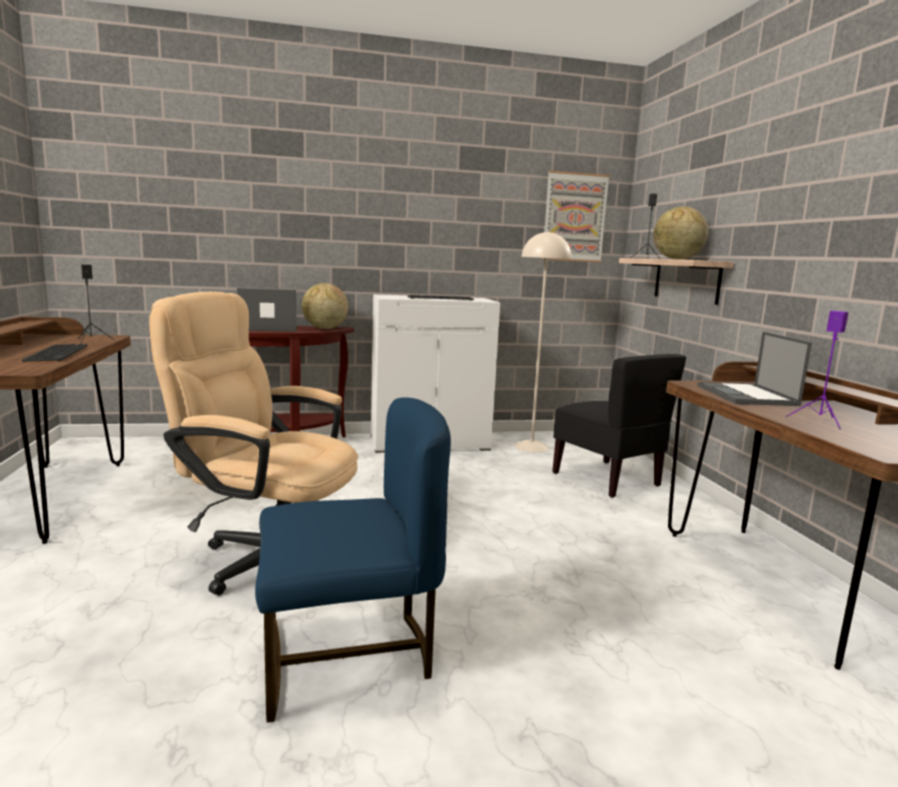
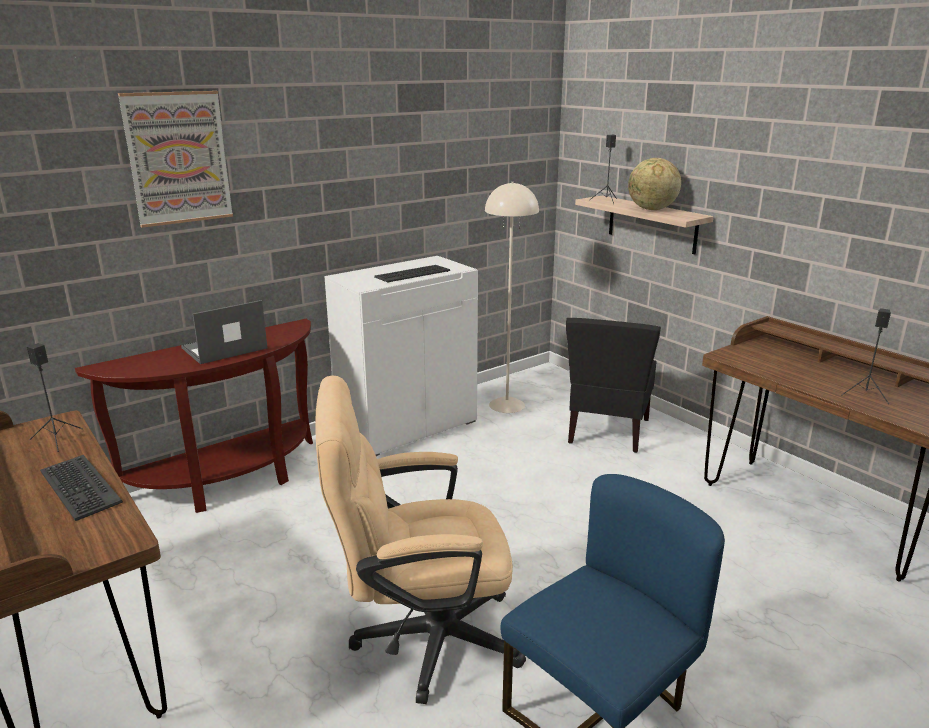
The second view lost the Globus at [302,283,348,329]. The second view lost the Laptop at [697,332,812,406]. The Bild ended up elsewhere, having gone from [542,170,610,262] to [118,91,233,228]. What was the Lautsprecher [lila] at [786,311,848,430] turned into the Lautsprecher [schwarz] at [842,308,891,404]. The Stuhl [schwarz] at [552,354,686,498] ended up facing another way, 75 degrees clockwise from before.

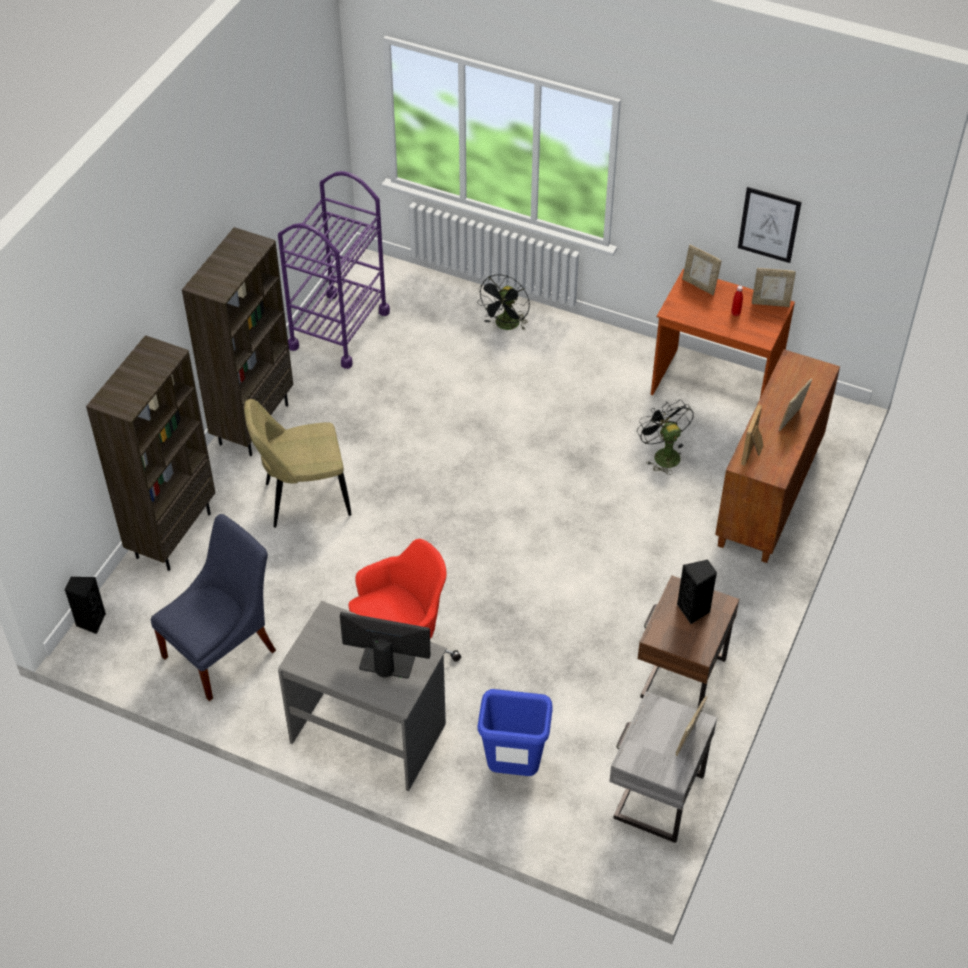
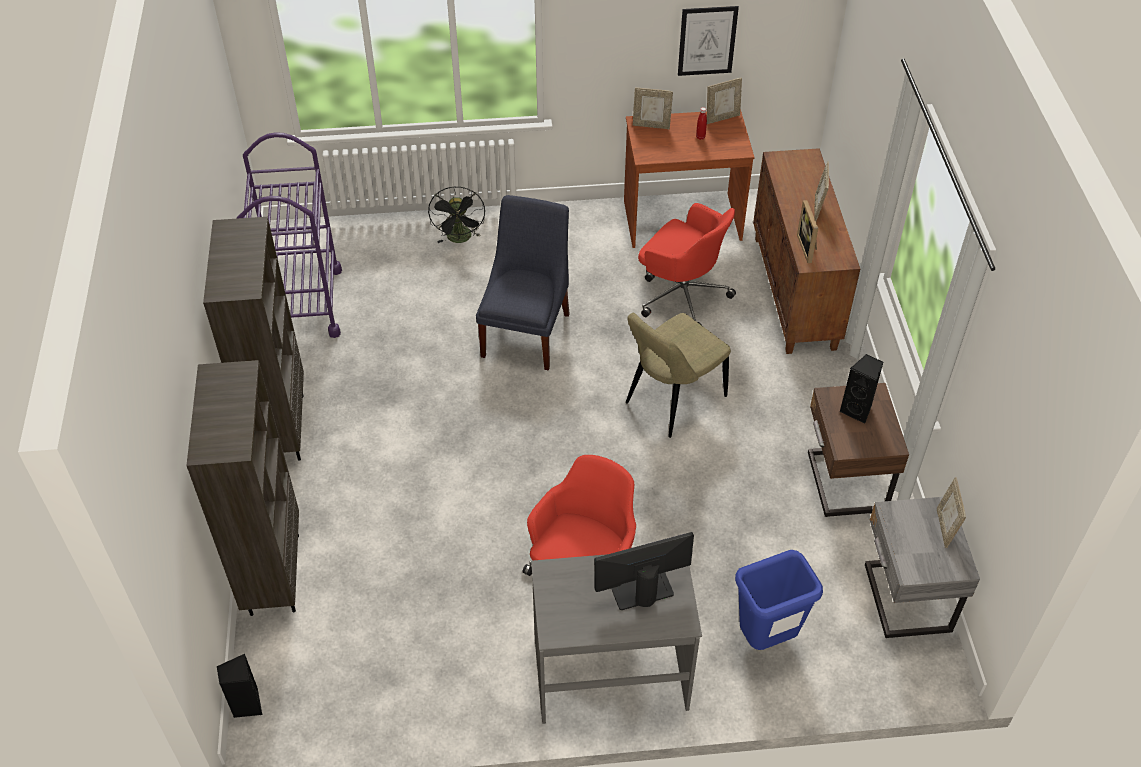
The Stuhl [blau] ended up elsewhere, having gone from [151,514,276,701] to [476,195,570,370]. The Stuhl [beige] ended up elsewhere, having gone from [244,399,352,528] to [626,313,731,438]. Where the Ventilator [schwarz] stood at [637,399,694,475], the Bürostuhl [rot] came to stand at [638,203,736,325].

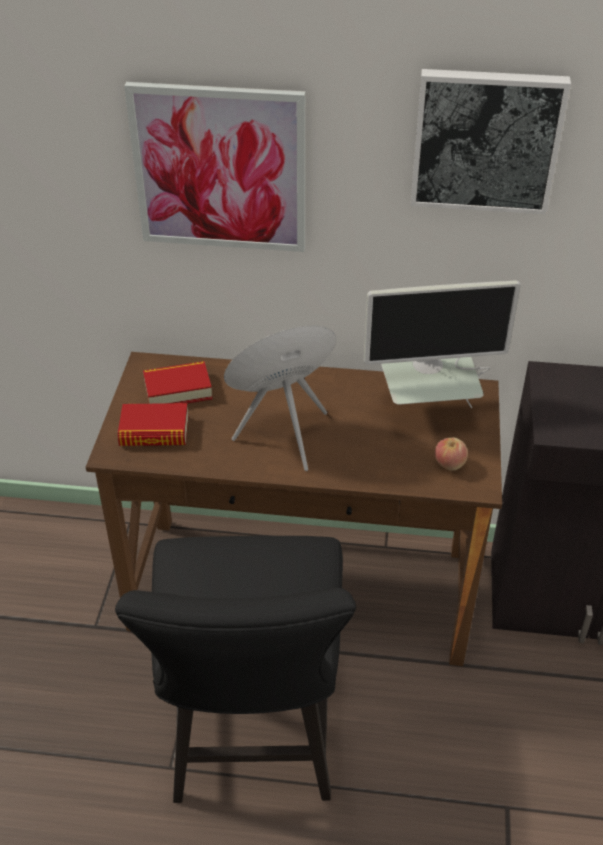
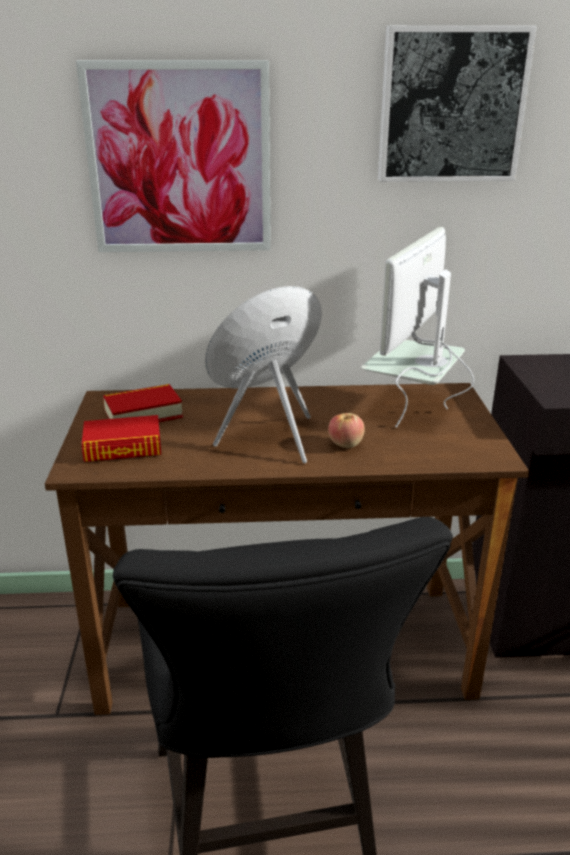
The Apfel ended up elsewhere, having gone from [435,437,468,471] to [328,413,365,448]. The Monitor at [364,280,521,408] ended up facing another way, 135 degrees clockwise from before.

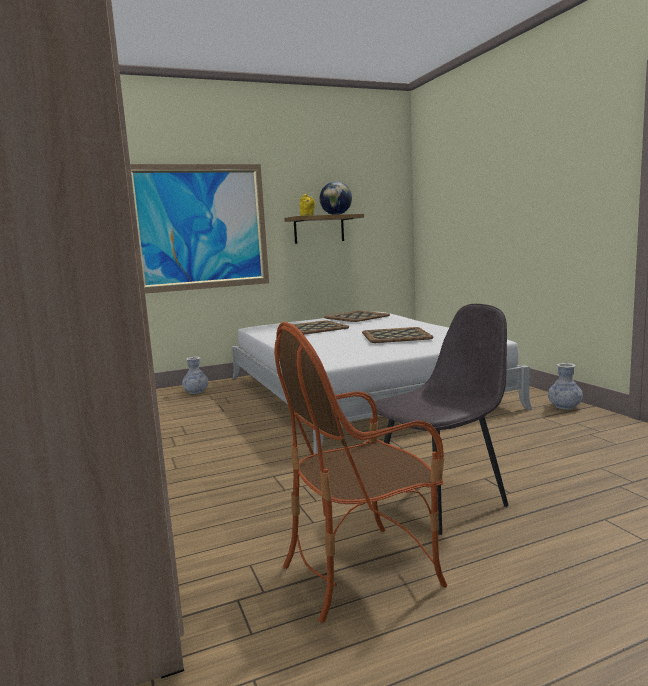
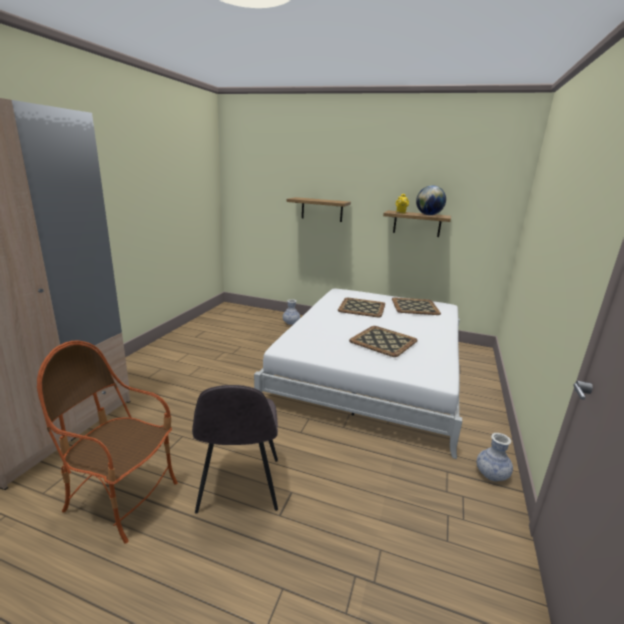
Where the Bild hung at [130,164,269,294], the Wandregal came to hang at [287,197,351,222]. The Stuhl [grau] at [375,304,508,535] ended up facing another way, 75 degrees clockwise from before.

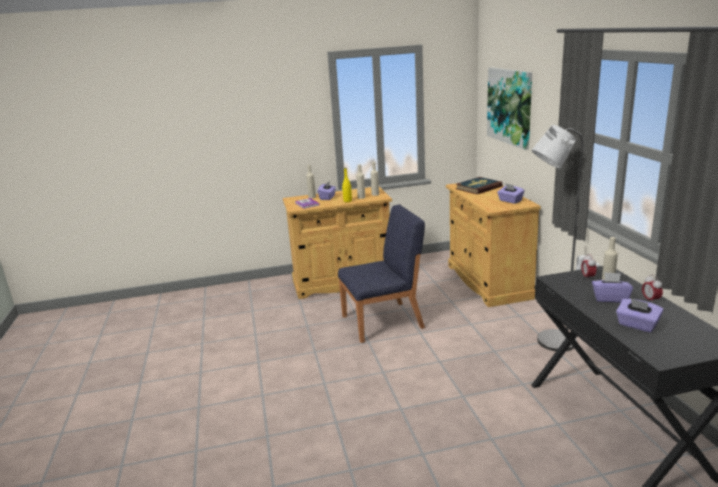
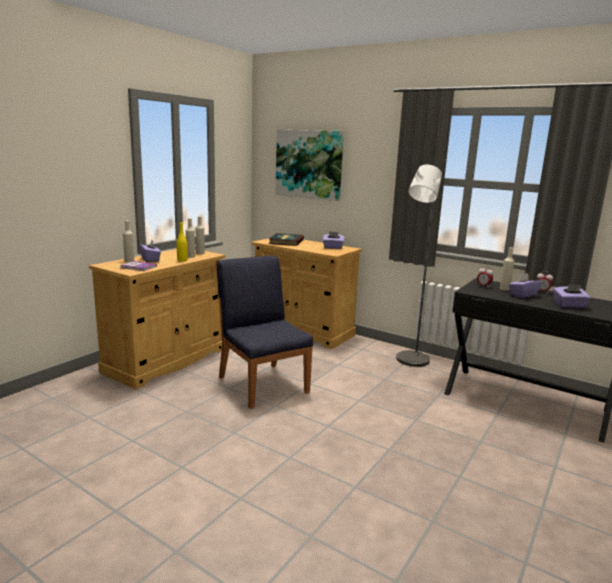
The Stuhl [blau] at [338,205,425,343] ended up facing another way, 60 degrees counterclockwise from before.

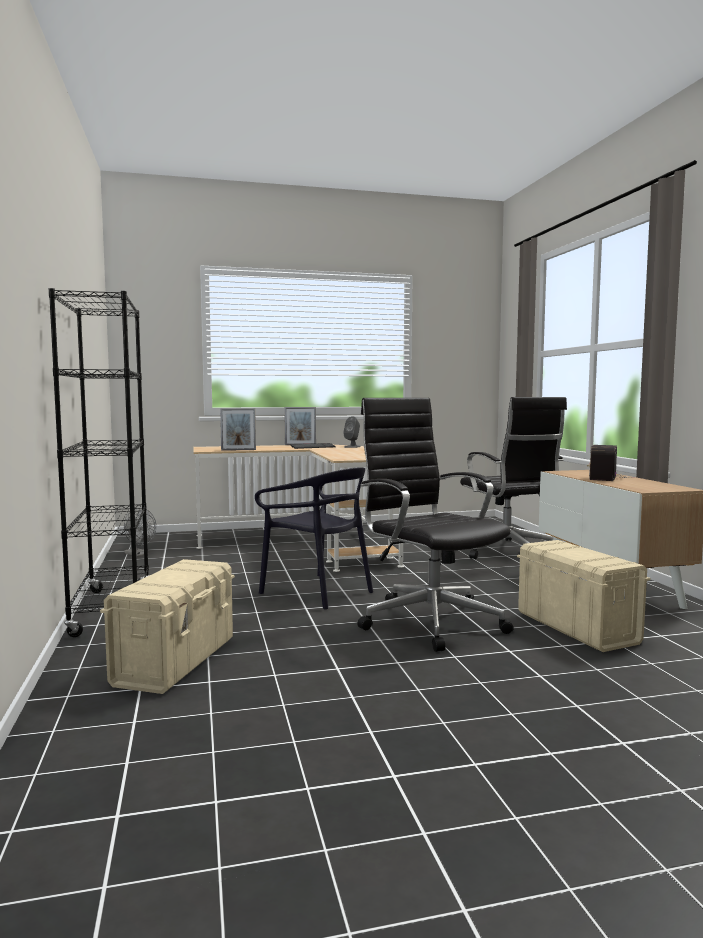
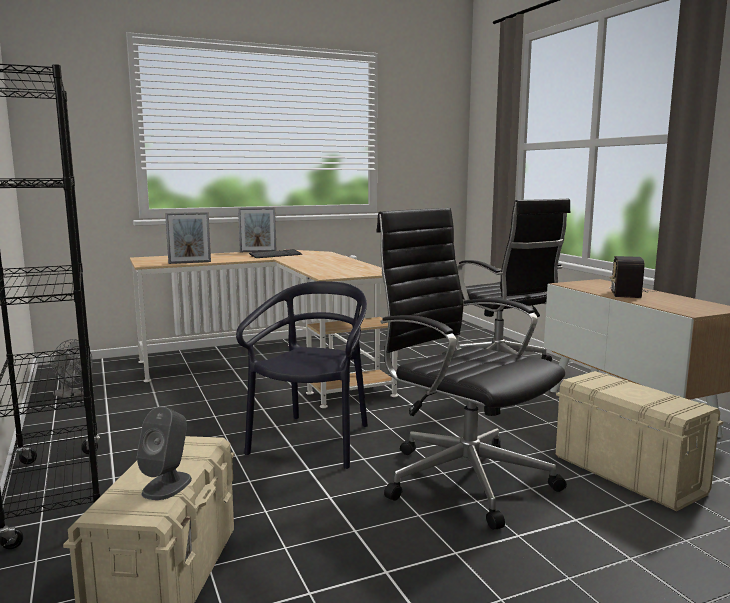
The Lautsprecher [grau] ended up elsewhere, having gone from [343,416,361,448] to [137,407,192,500]. The Stuhl [schwarz] at [255,467,373,610] ended up facing another way, 105 degrees counterclockwise from before.

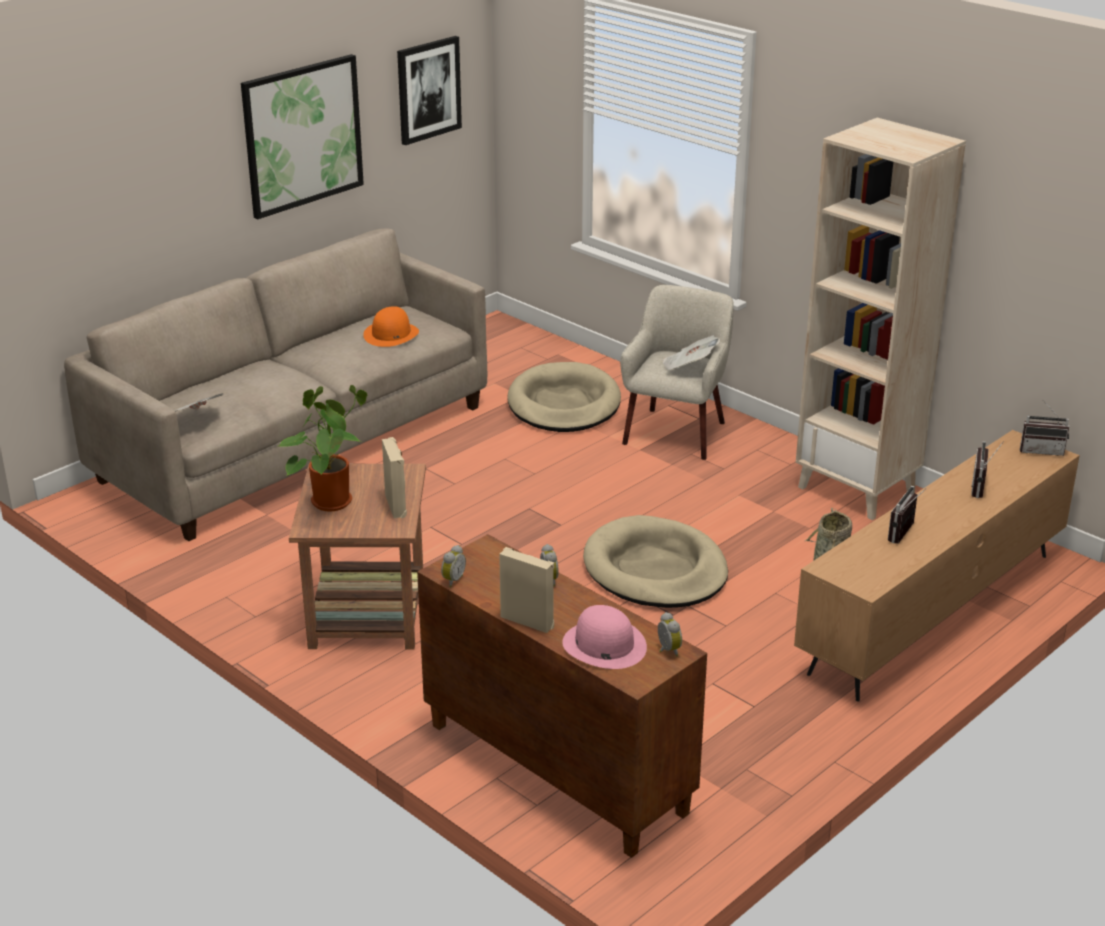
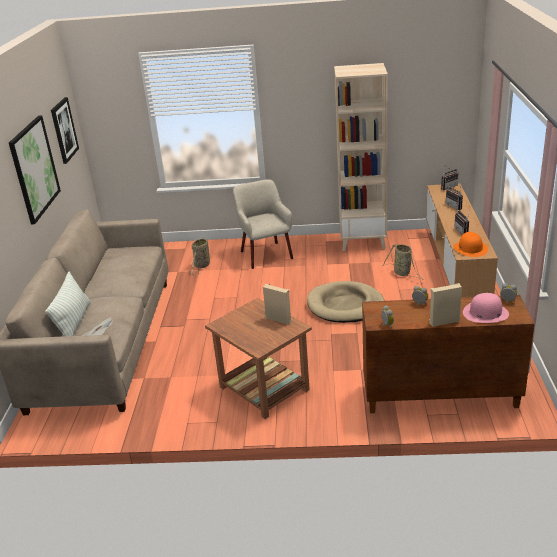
The second view lost the Topfpflanze at [278,385,368,512]. The second view lost the Zeitung at [662,335,720,371]. The second view gained the Kissen at [45,272,91,336]. The Hut [orange] ended up elsewhere, having gone from [363,306,419,347] to [453,232,488,257]. Where the Hundebett [beige] stood at [507,362,621,432], the Korb came to stand at [191,237,211,276].

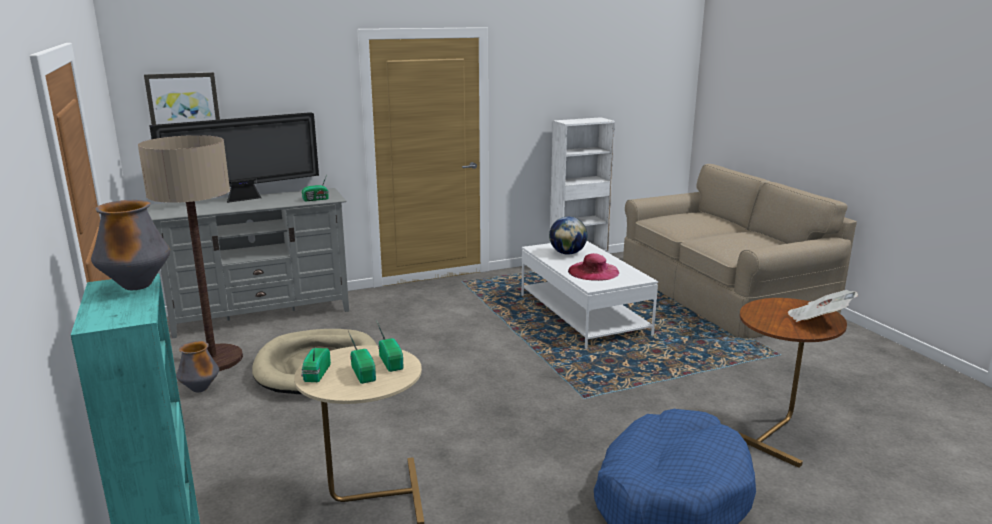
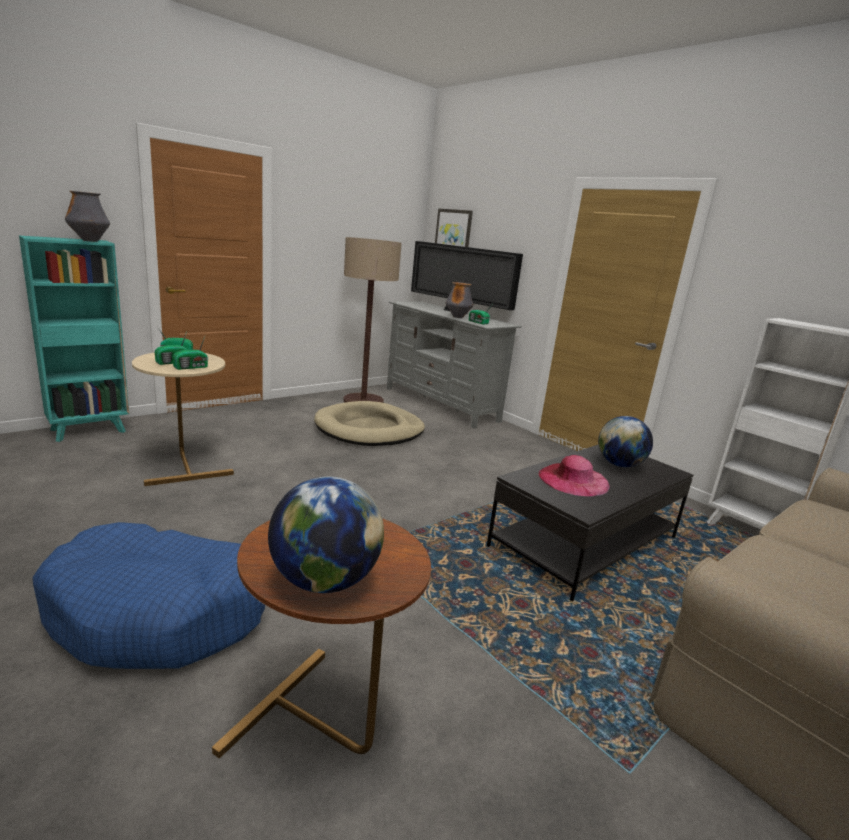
The Vase ended up elsewhere, having gone from [176,341,219,393] to [446,282,474,318]. Where the Zeitung stood at [788,290,858,322], the Globus came to stand at [268,476,384,593]. What was the Couchtisch [weiß] at [522,241,658,349] turned into the Couchtisch [schwarz] at [487,445,693,601].

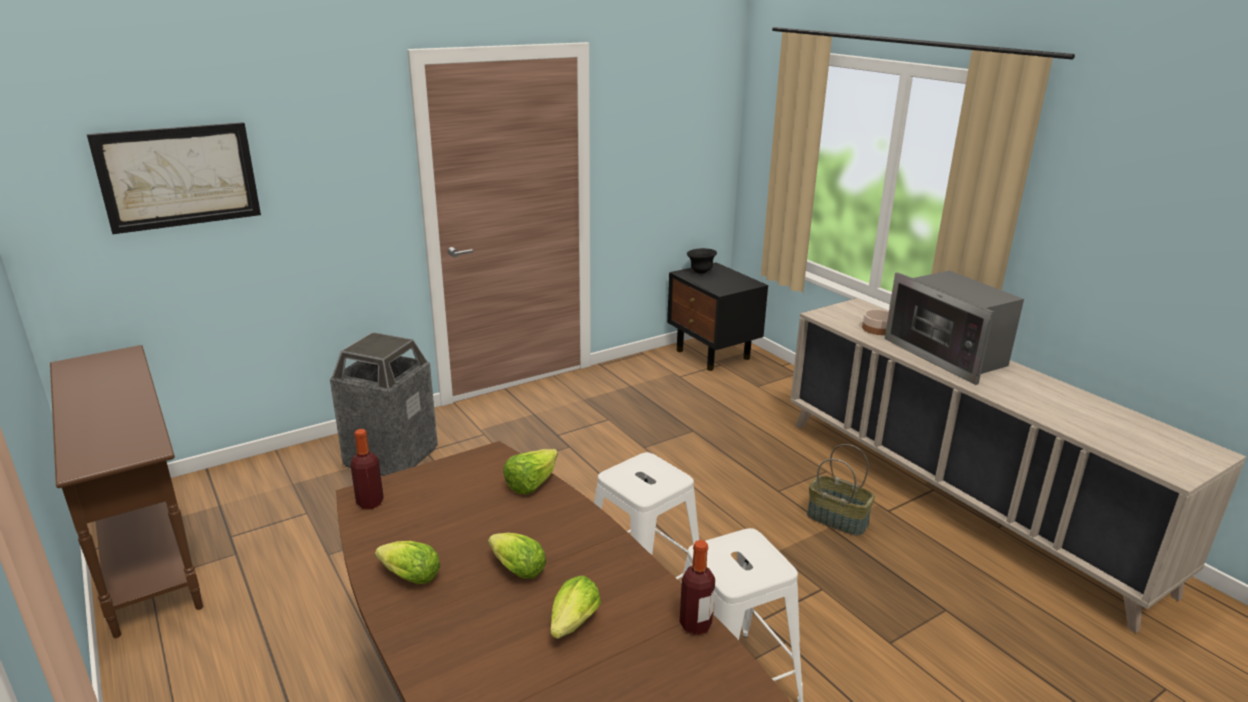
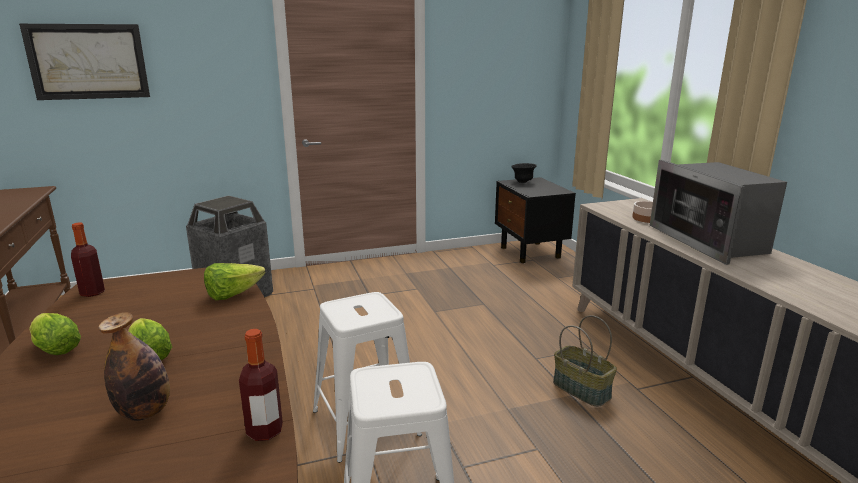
Where the Salatkopf stood at [551,575,601,639], the Flasche came to stand at [98,312,170,421].

